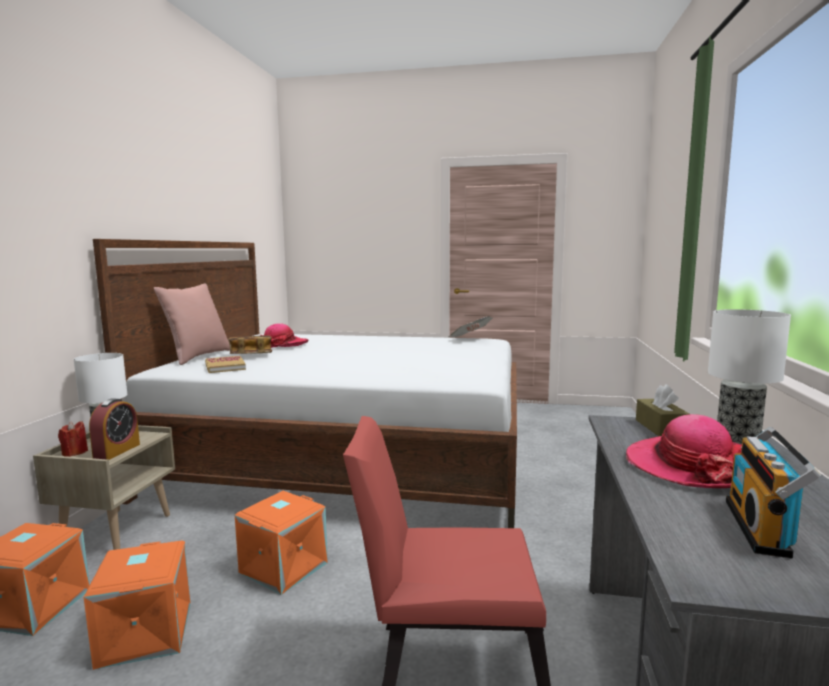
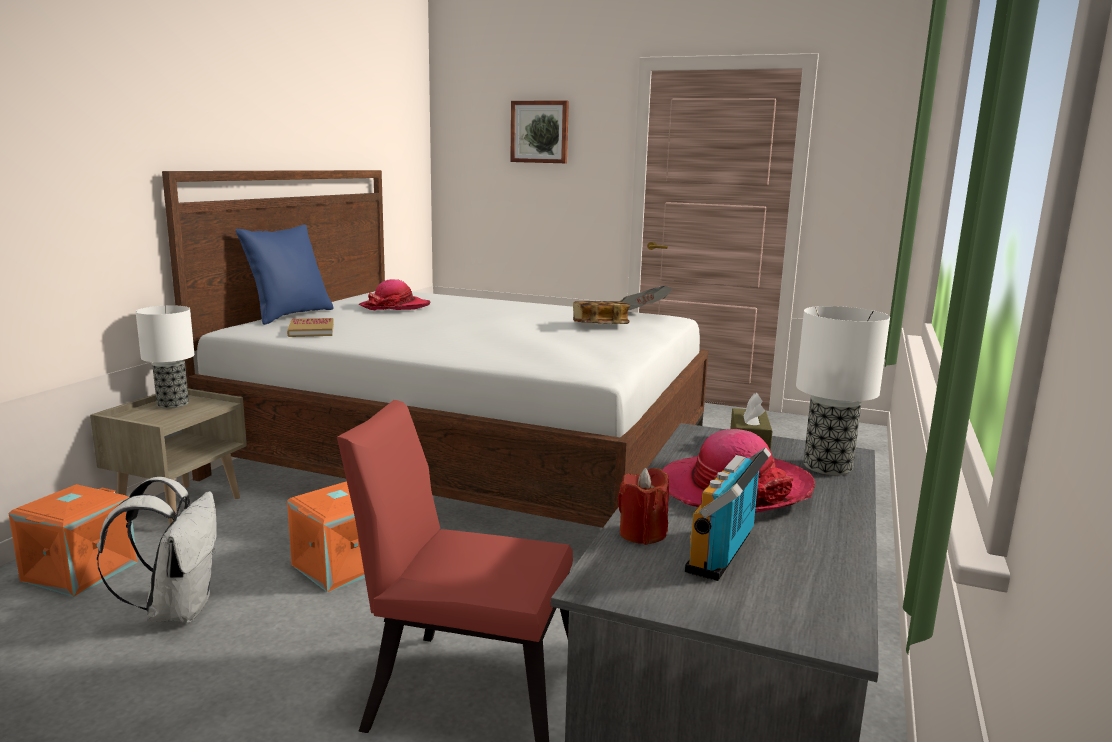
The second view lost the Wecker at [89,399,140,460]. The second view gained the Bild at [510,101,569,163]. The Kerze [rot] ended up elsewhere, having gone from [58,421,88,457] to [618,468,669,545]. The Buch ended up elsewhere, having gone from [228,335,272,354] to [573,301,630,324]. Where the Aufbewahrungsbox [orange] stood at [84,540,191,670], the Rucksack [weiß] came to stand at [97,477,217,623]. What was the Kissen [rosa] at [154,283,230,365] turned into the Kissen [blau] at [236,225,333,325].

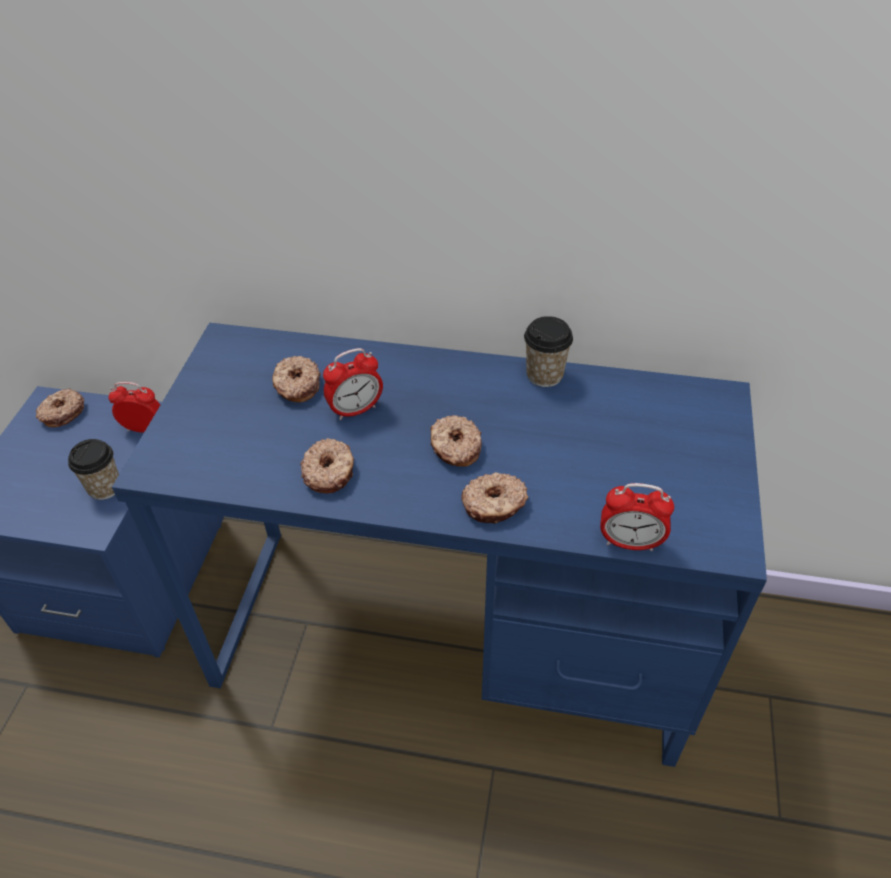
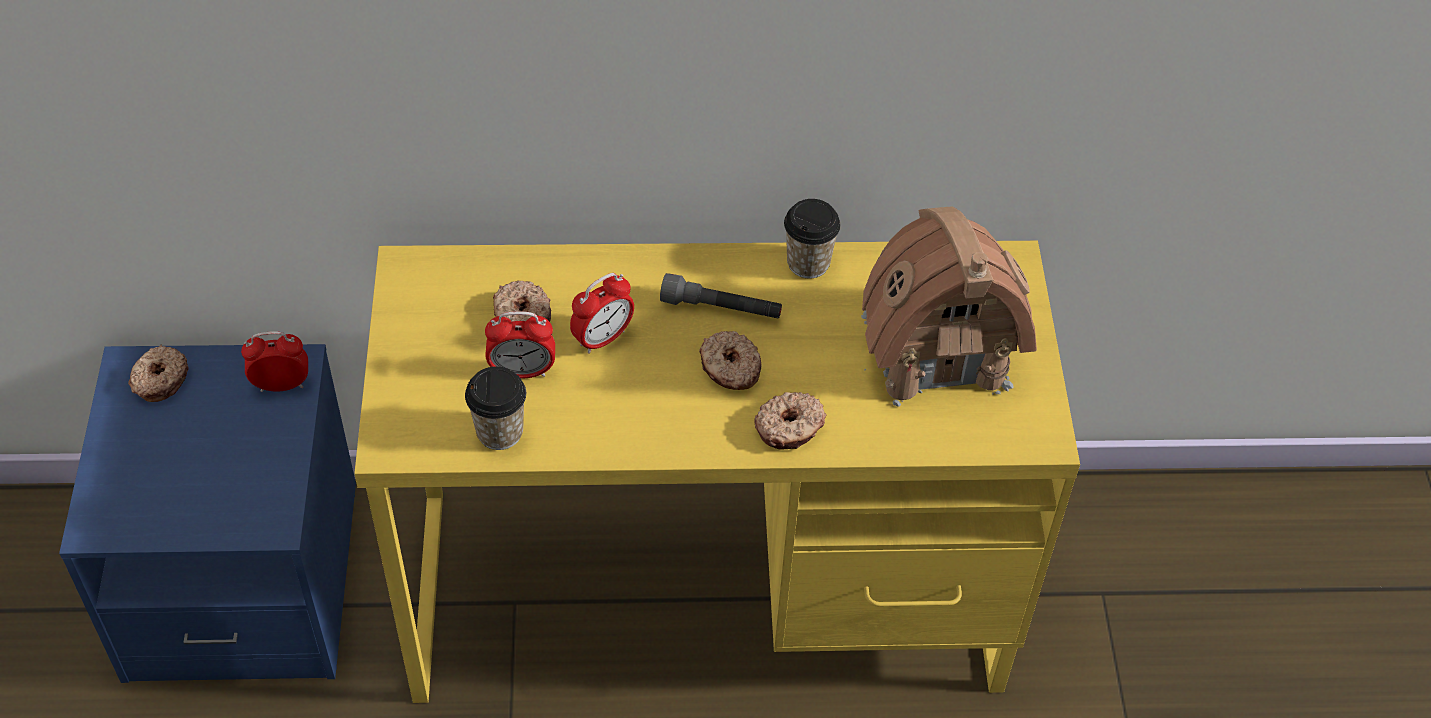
The second view lost the Donut at [300,438,354,494]. The second view gained the Taschenlampe [grau] at [660,273,782,318]. The second view gained the Spielzeughaus at [861,206,1037,407]. The Tasse ended up elsewhere, having gone from [68,439,119,500] to [465,366,526,450]. The Wecker ended up elsewhere, having gone from [600,483,674,551] to [485,311,555,379]. What was the Schreibtisch [blau] at [112,323,767,767] turned into the Schreibtisch [gelb] at [354,241,1080,703].

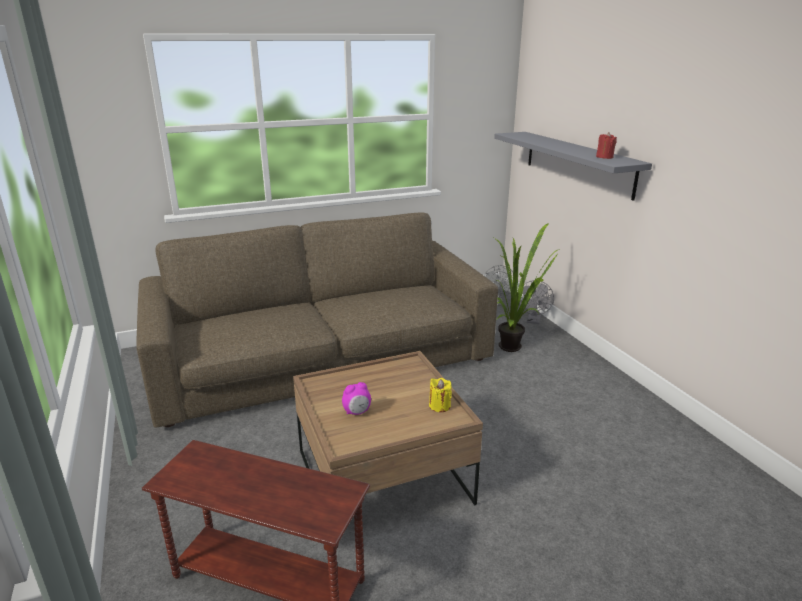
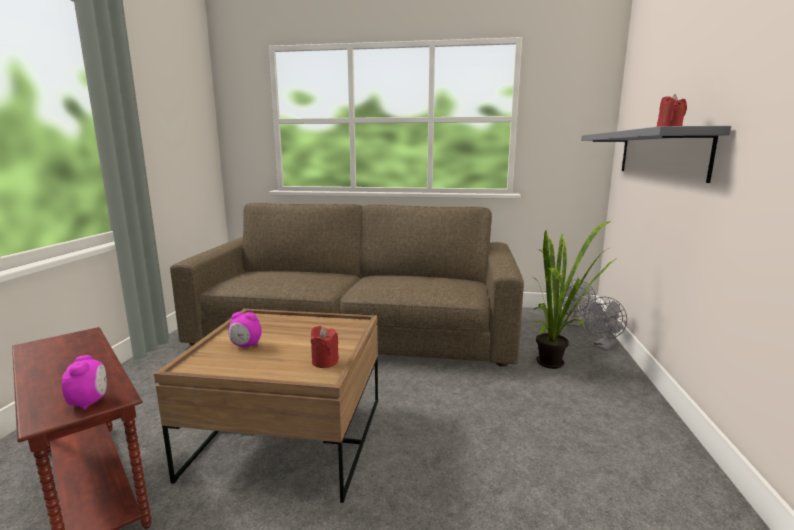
The second view gained the Wecker at [62,355,107,410]. What was the Kerze [gelb] at [429,378,452,412] turned into the Kerze [rot] at [311,326,339,368].

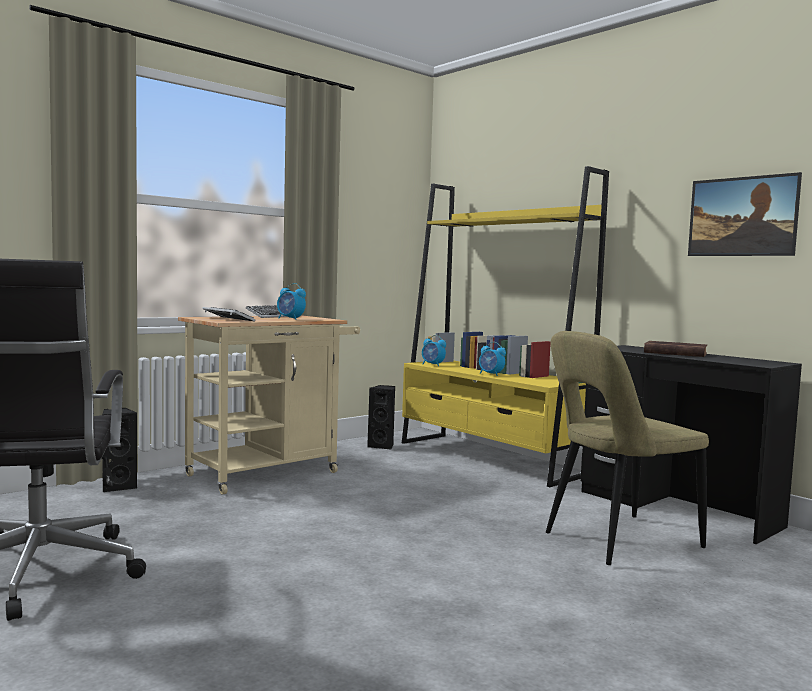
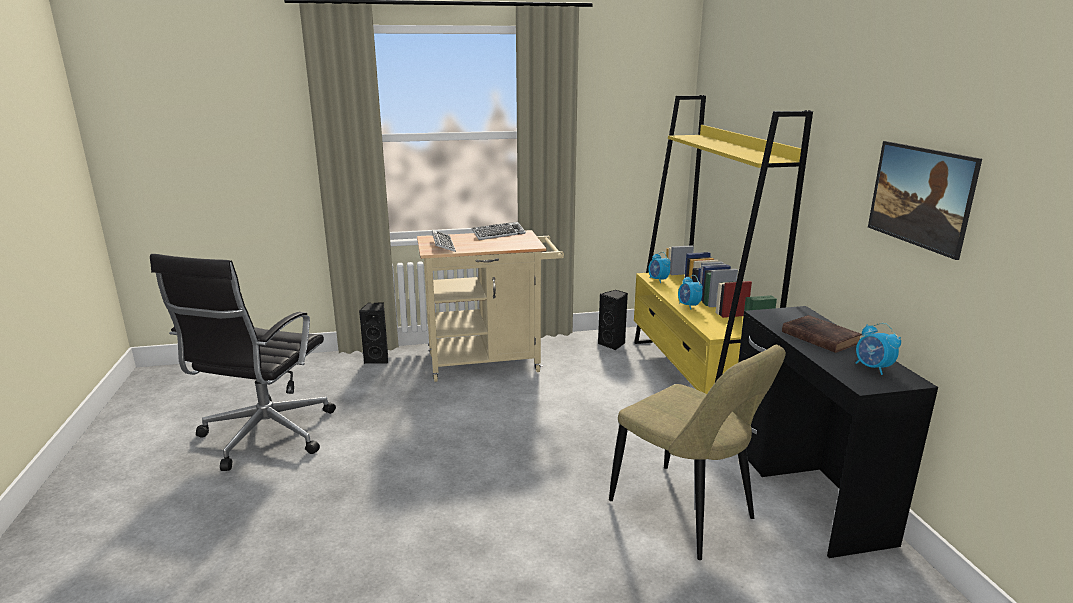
The Wecker ended up elsewhere, having gone from [277,283,306,320] to [856,323,901,375]. The Stuhl [beige] at [546,331,709,565] ended up facing another way, 135 degrees counterclockwise from before.

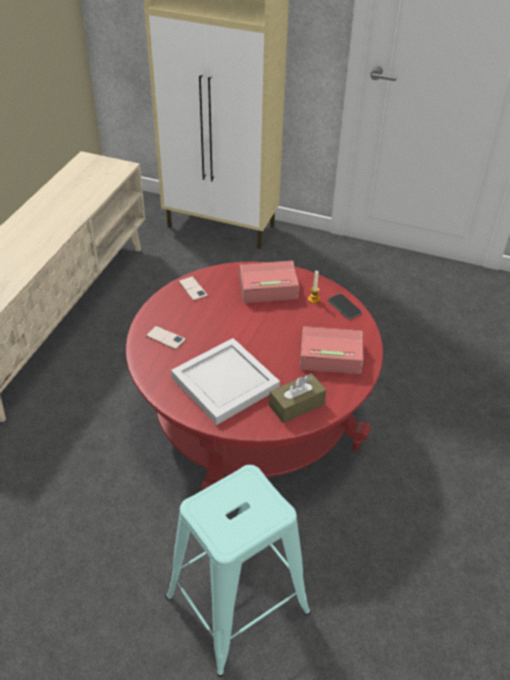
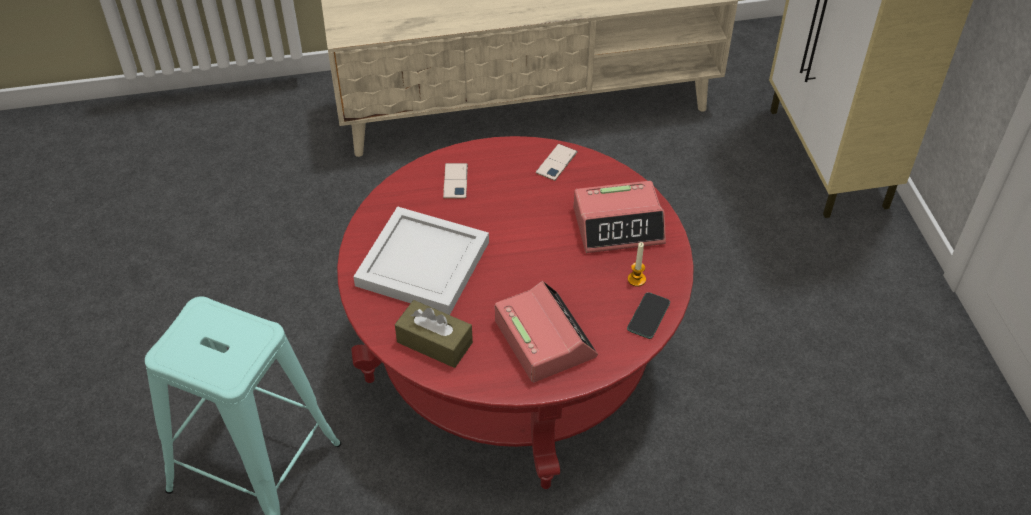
The Wecker at [238,261,299,303] ended up facing another way, 120 degrees clockwise from before.

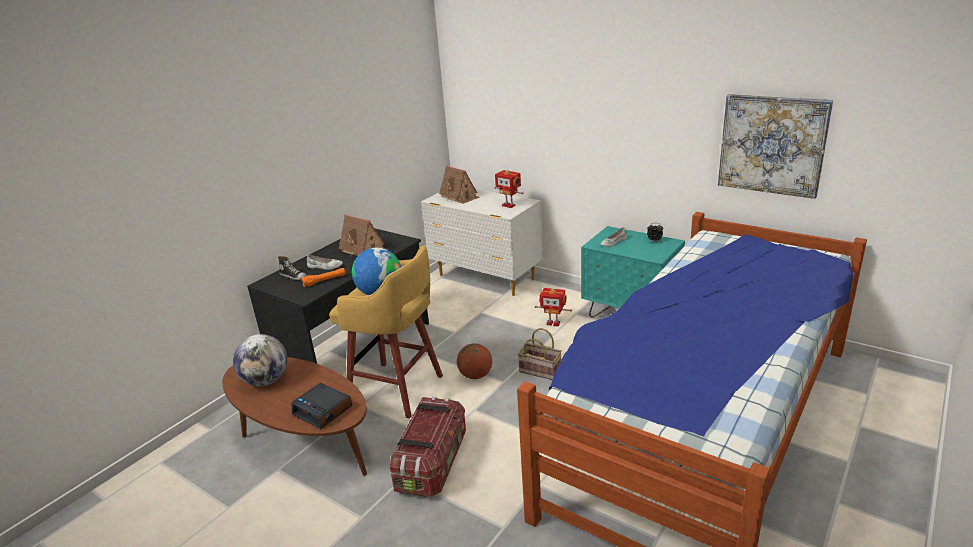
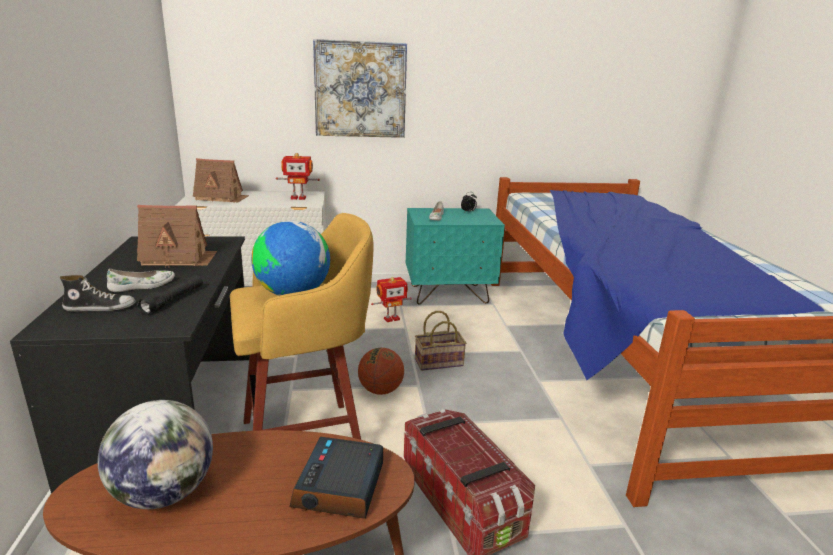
The Bild ended up elsewhere, having gone from [718,94,833,199] to [313,39,407,138]. What was the Taschenlampe [orange] at [301,268,346,287] turned into the Taschenlampe [schwarz] at [137,275,203,314]. The Wecker at [292,383,352,429] ended up facing another way, 105 degrees clockwise from before.

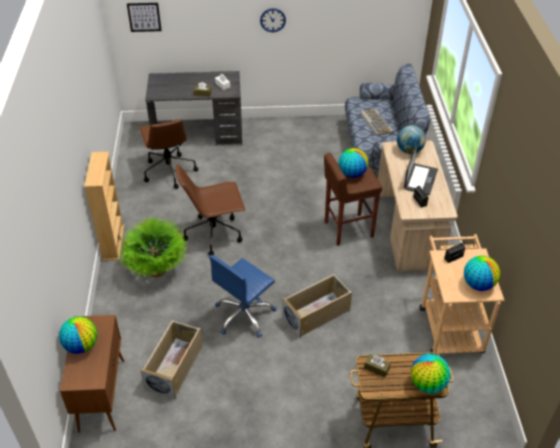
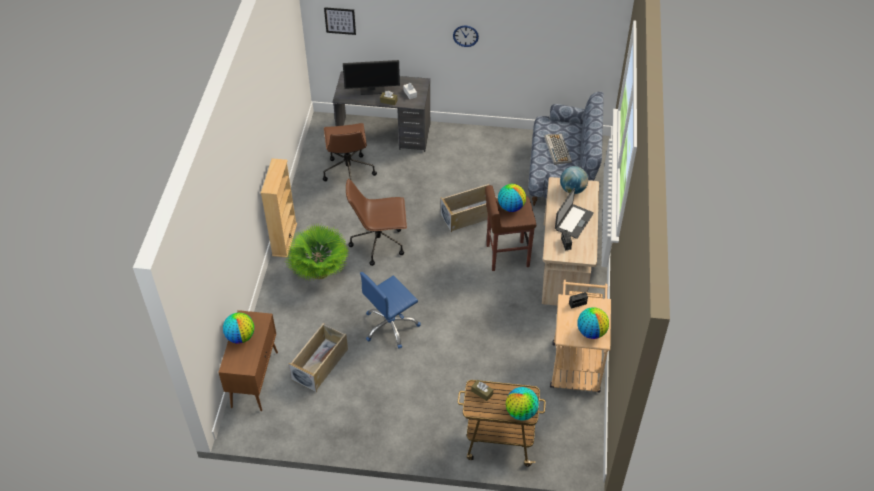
The second view gained the Monitor at [343,60,400,95]. The Aufbewahrungsbox [beige] ended up elsewhere, having gone from [282,274,352,338] to [441,184,496,232].

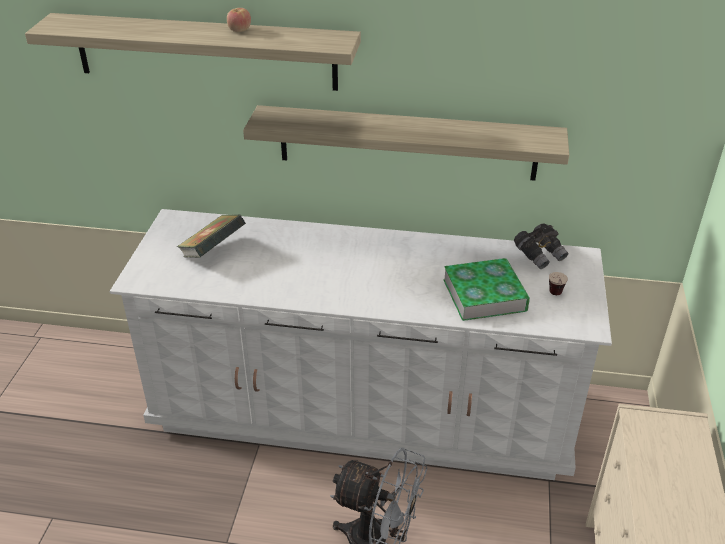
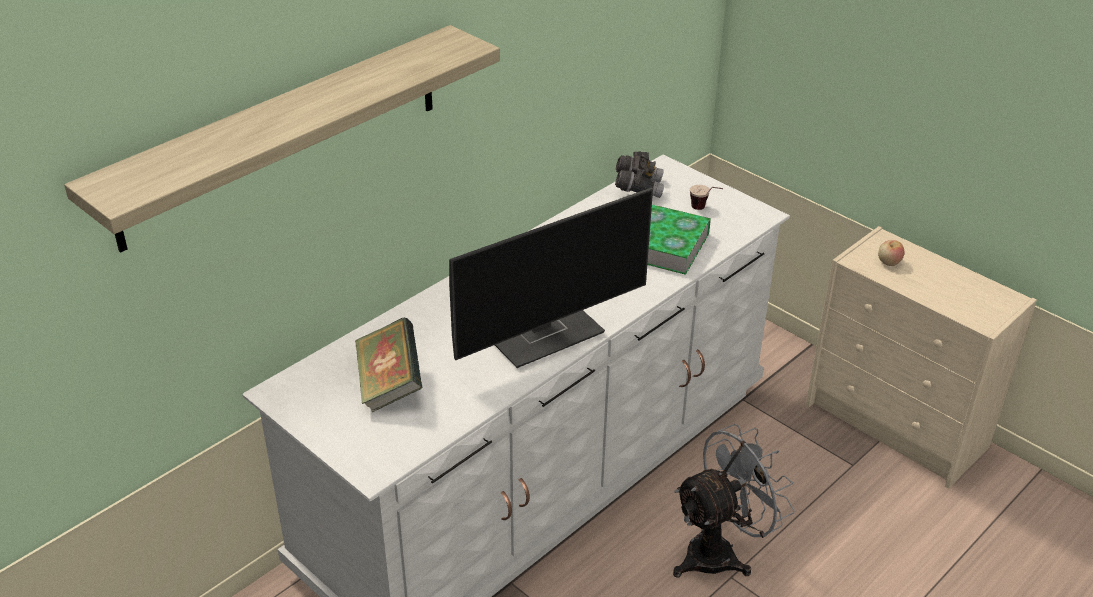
The second view lost the Wandregal at [243,105,569,181]. The second view gained the Monitor at [449,188,653,368]. The Apfel ended up elsewhere, having gone from [227,8,251,32] to [878,240,904,266].

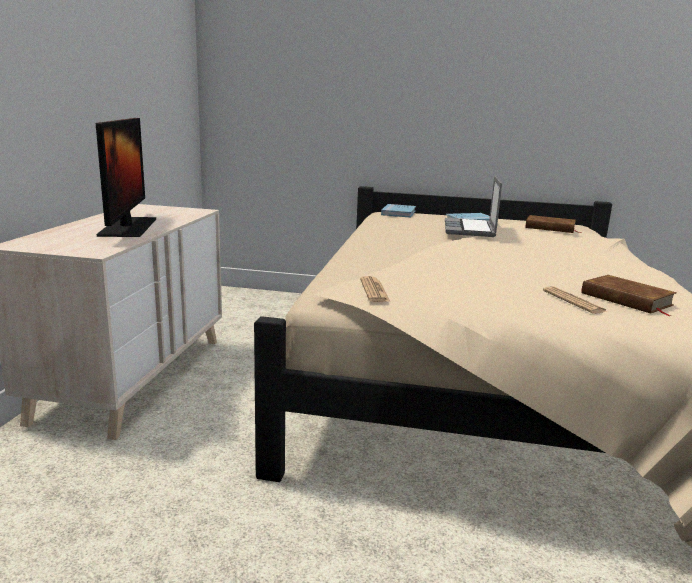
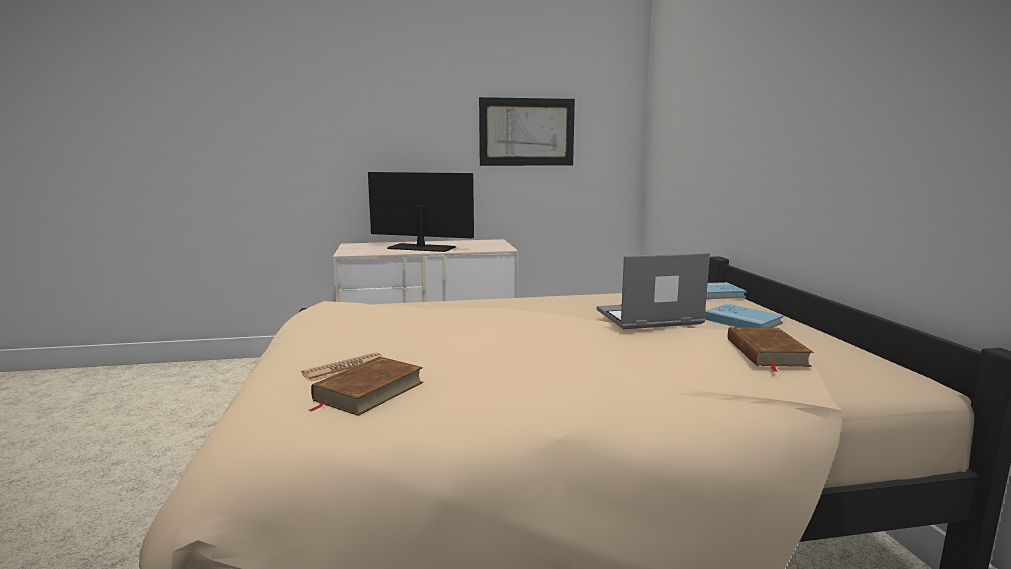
The second view lost the Zeitung at [360,276,390,302]. The second view gained the Bild at [479,97,575,166]. The Monitor at [96,118,156,237] ended up facing another way, 135 degrees counterclockwise from before.

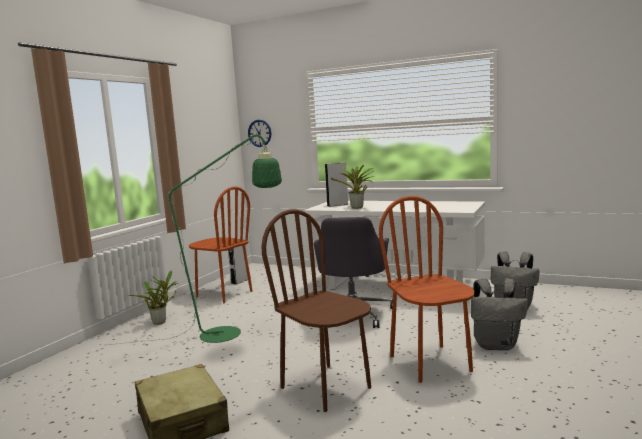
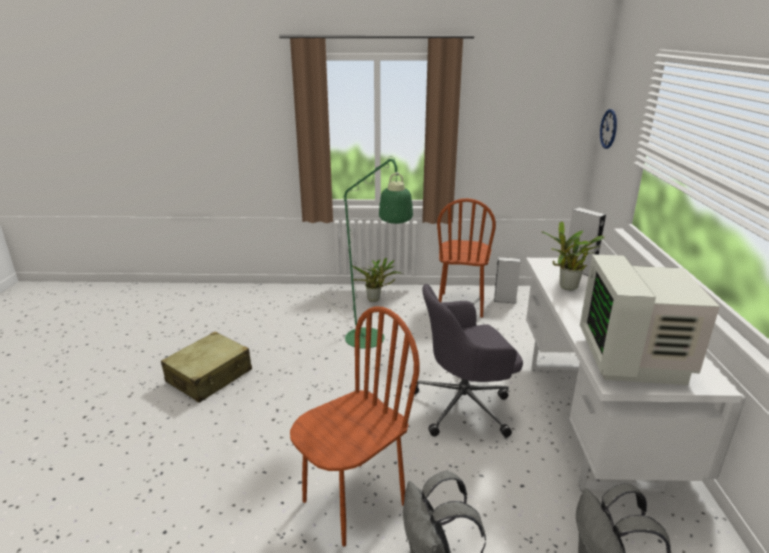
The second view lost the Stuhl [braun] at [261,209,371,412]. The second view gained the Monitor at [580,254,720,385].

